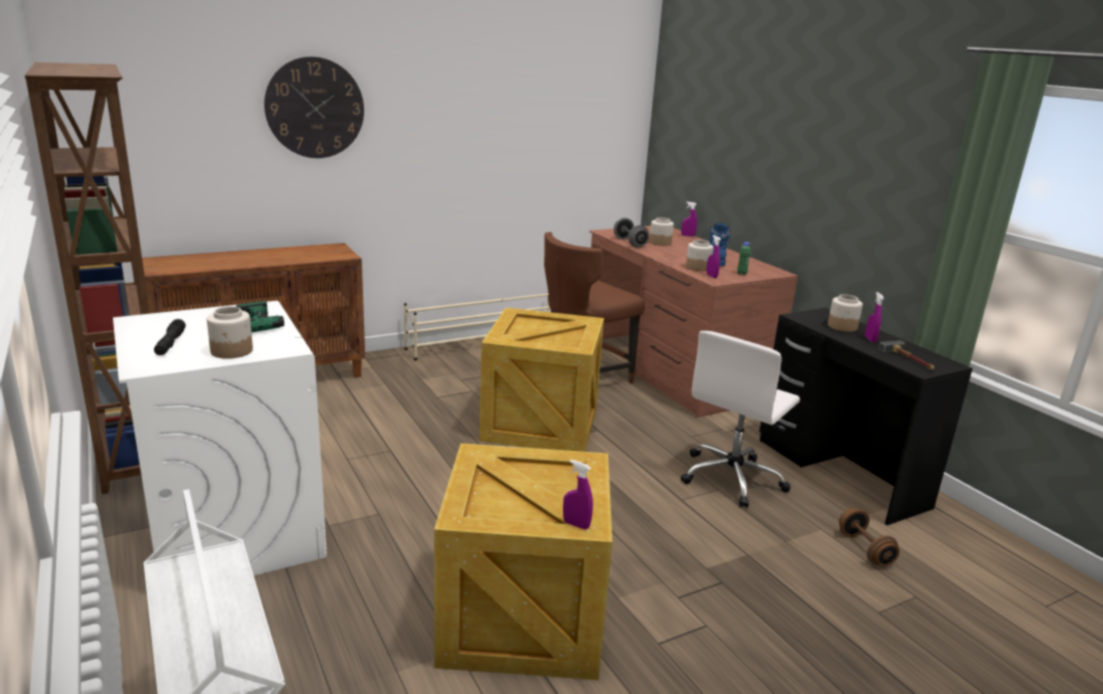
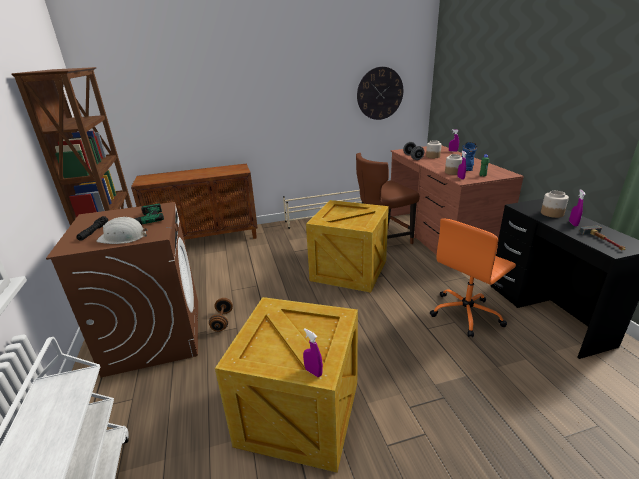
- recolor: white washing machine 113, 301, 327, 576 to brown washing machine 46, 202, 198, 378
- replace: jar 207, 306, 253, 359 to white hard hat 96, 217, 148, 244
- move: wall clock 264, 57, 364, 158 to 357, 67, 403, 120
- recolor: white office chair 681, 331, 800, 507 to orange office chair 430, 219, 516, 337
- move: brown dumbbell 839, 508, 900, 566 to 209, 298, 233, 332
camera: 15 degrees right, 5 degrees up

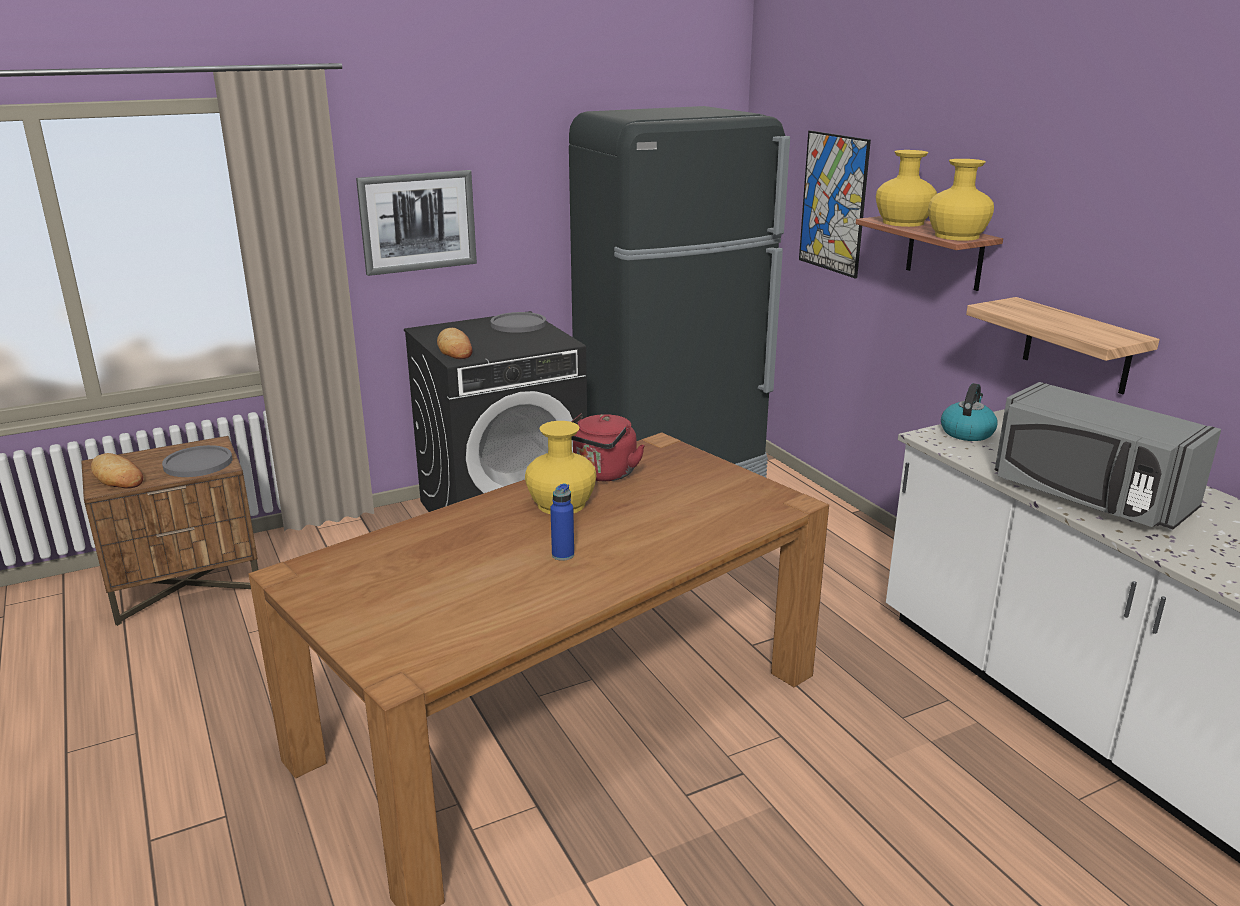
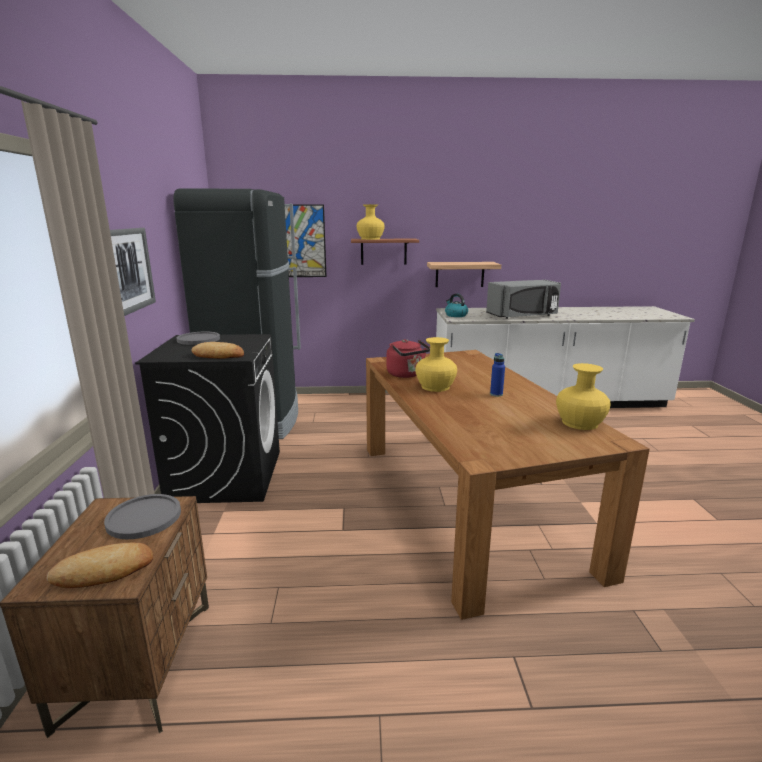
- move: yellow vase 928, 159, 994, 241 to 556, 363, 610, 430
camera: 65 degrees left, 5 degrees down

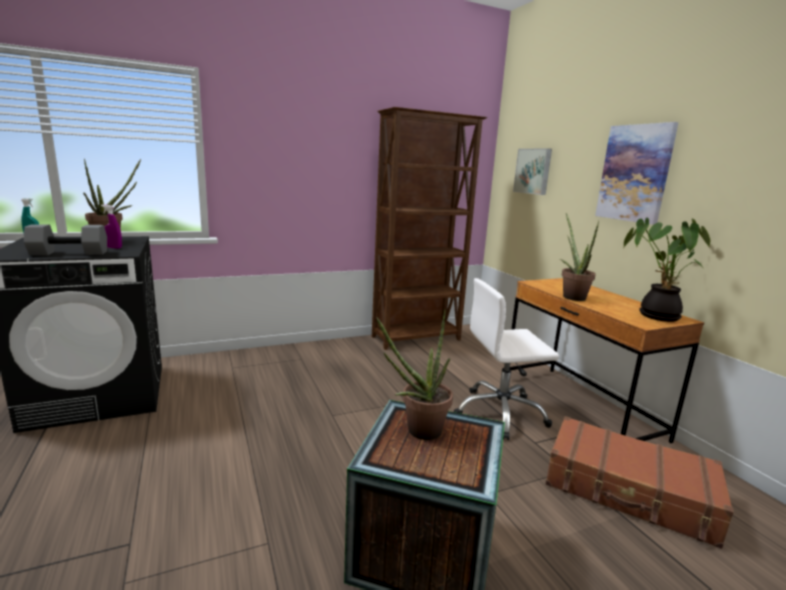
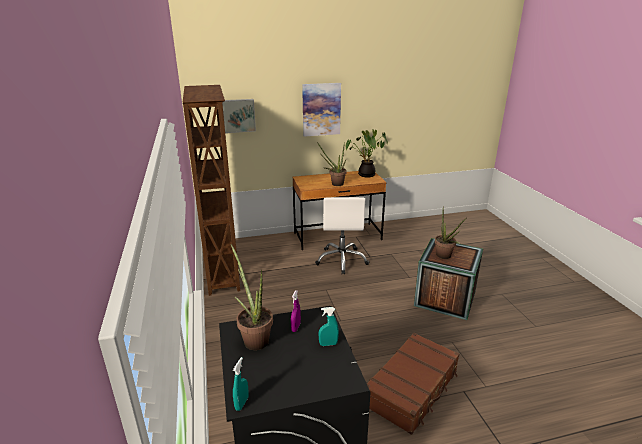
- replace: grey dumbbell 24, 224, 107, 256 to turquoise spray bottle 318, 307, 339, 346
- move: brown suitcase 545, 416, 734, 549 to 367, 332, 459, 435
camera: 80 degrees left, 10 degrees up

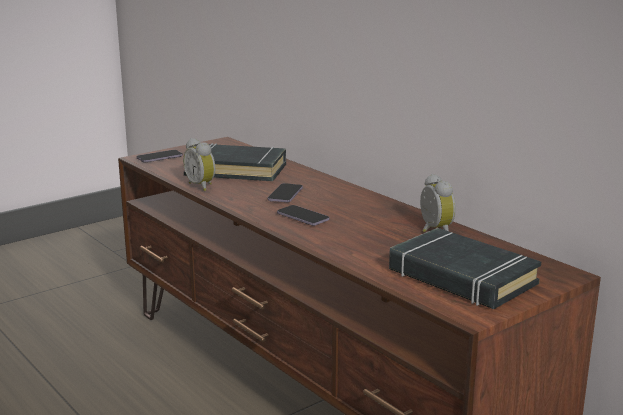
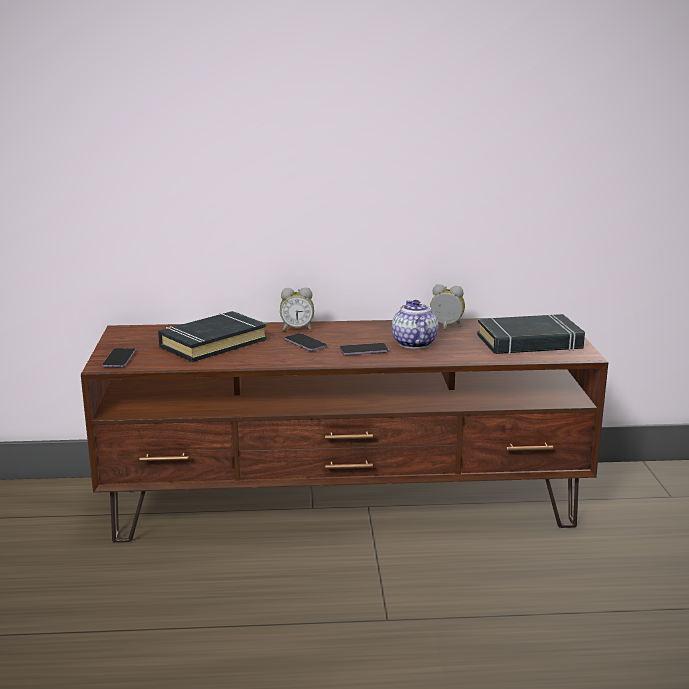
- move: alarm clock 183, 138, 215, 191 to 280, 288, 314, 331
- insert: teapot 392, 300, 439, 349
camera: 55 degrees left, 0 degrees up

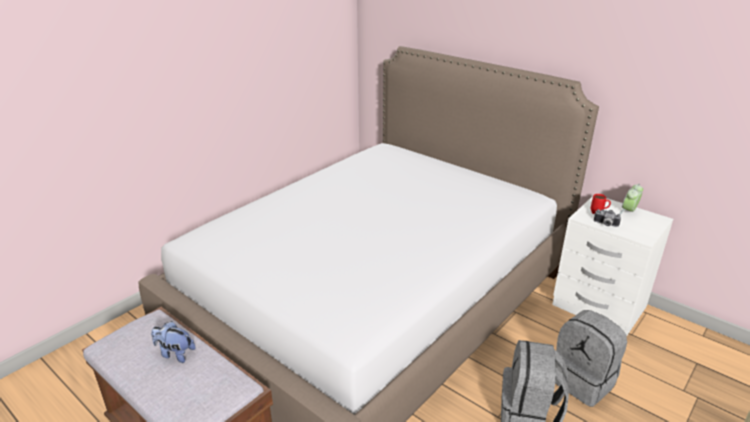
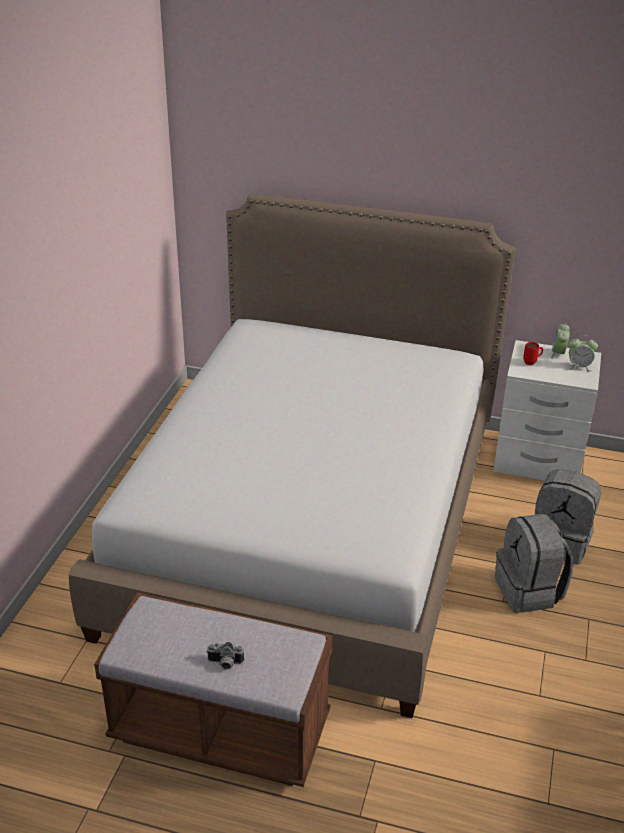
- delete: plush toy 151, 321, 196, 363
- move: photo camera 594, 209, 621, 227 to 206, 642, 244, 669
- insert: alarm clock 568, 335, 598, 372
camera: 25 degrees left, 5 degrees up

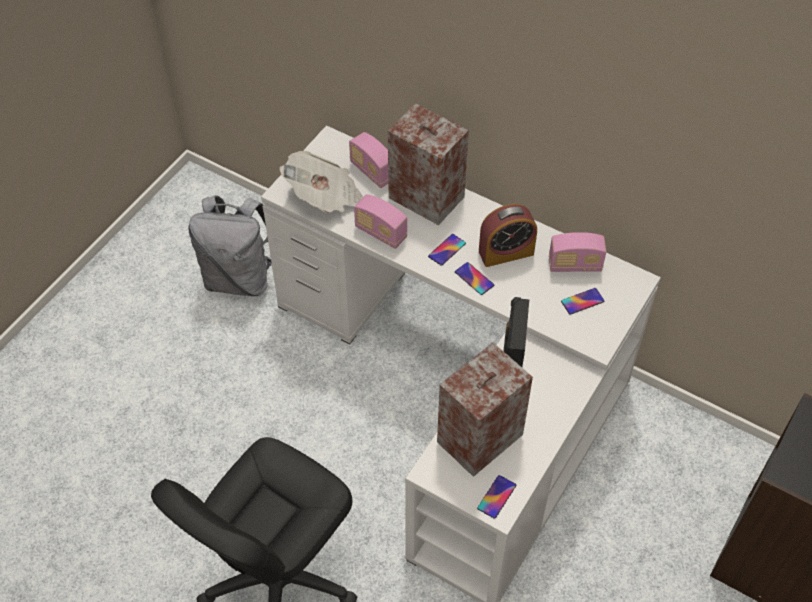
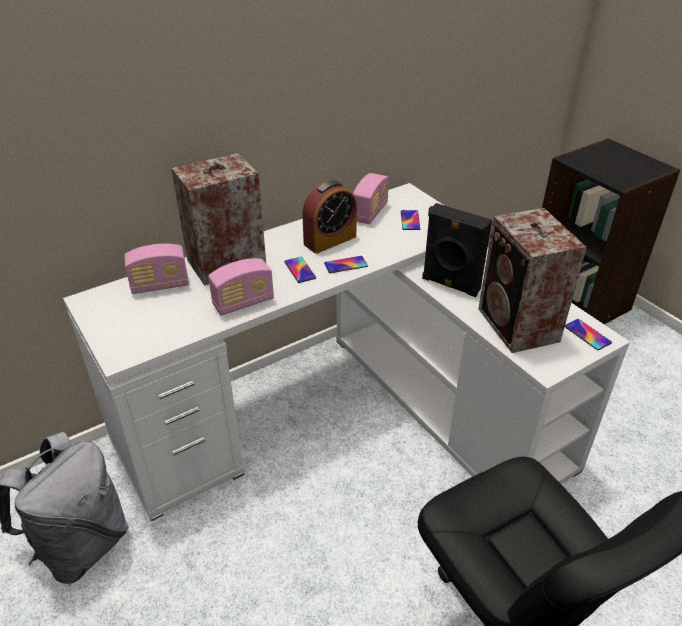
- delete: newspaper 279, 151, 363, 213
- rotate: alarm clock 479, 204, 537, 267 = 302, 180, 357, 254 45 degrees clockwise
camera: 65 degrees left, 15 degrees down

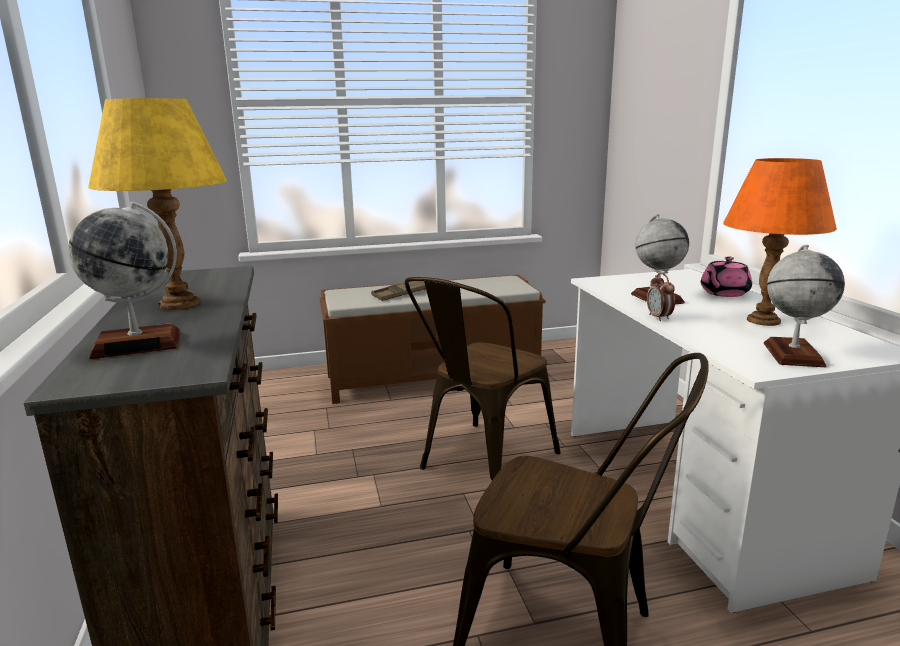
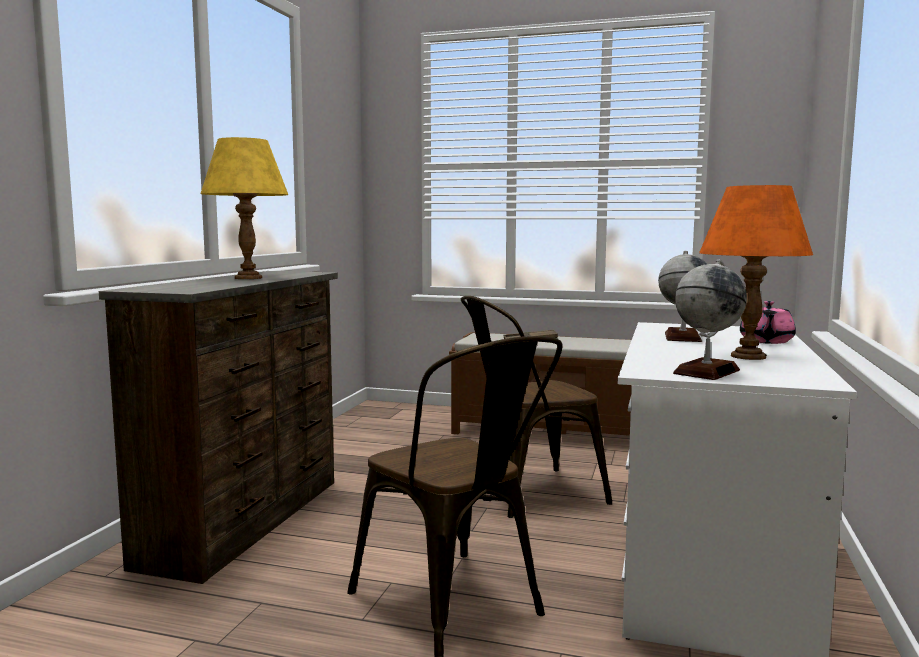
- delete: globe 68, 201, 181, 359
- delete: alarm clock 647, 273, 675, 321
- rotate: pink teapot 701, 256, 752, 297 = 740, 301, 796, 344 60 degrees counterclockwise
camera: 30 degrees right, 10 degrees down

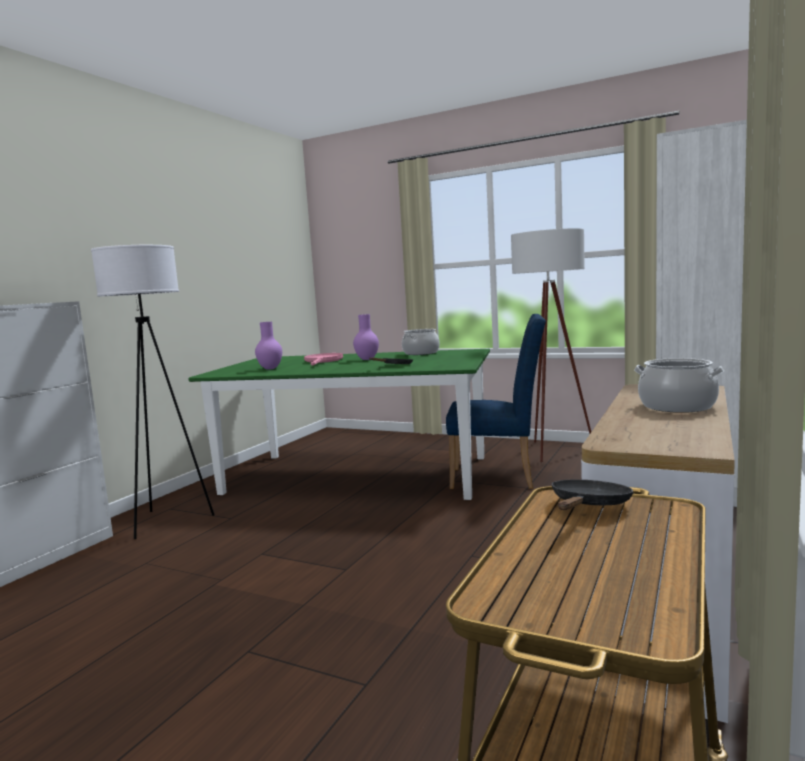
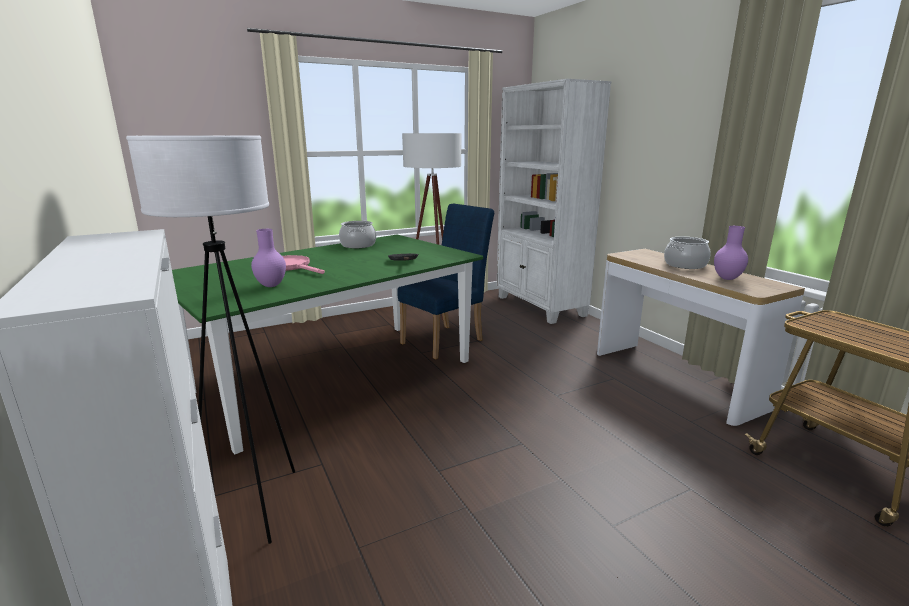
- move: purple vase 353, 314, 379, 360 to 714, 226, 748, 280
- delete: black frying pan 552, 480, 634, 510
camera: 55 degrees left, 10 degrees up

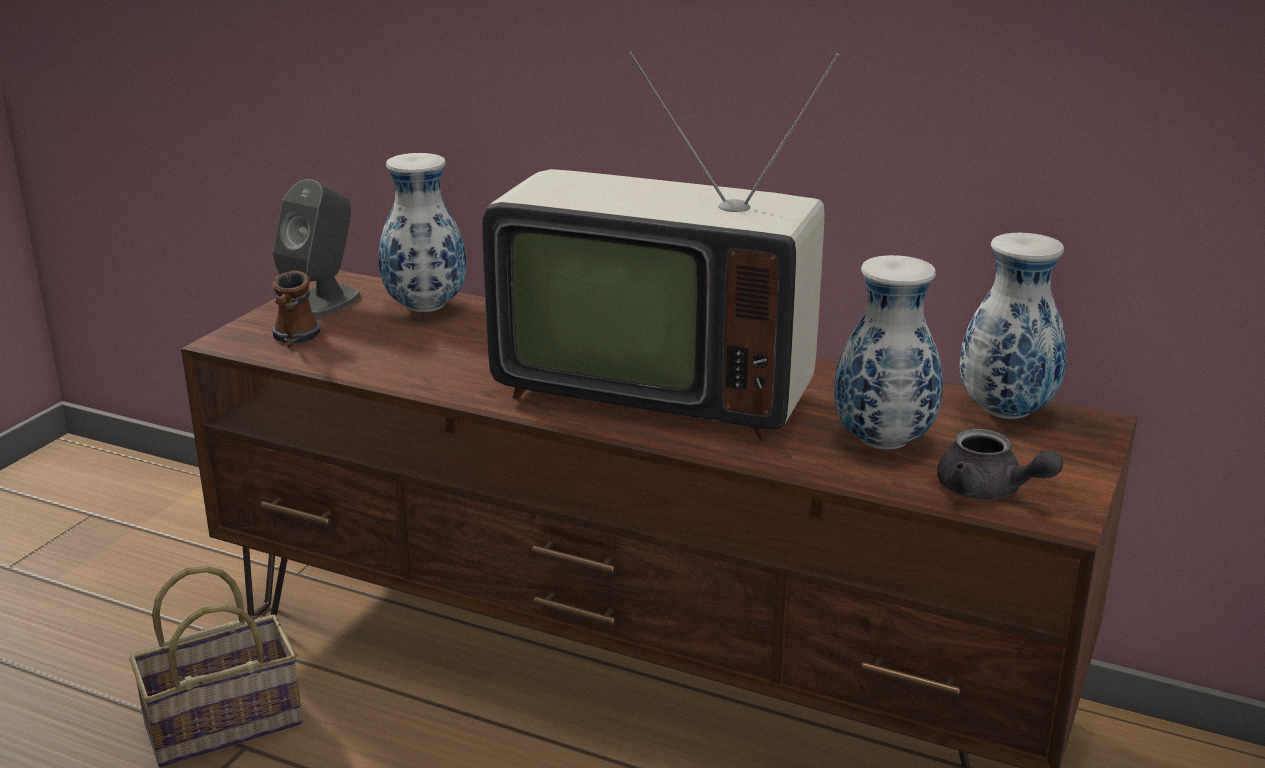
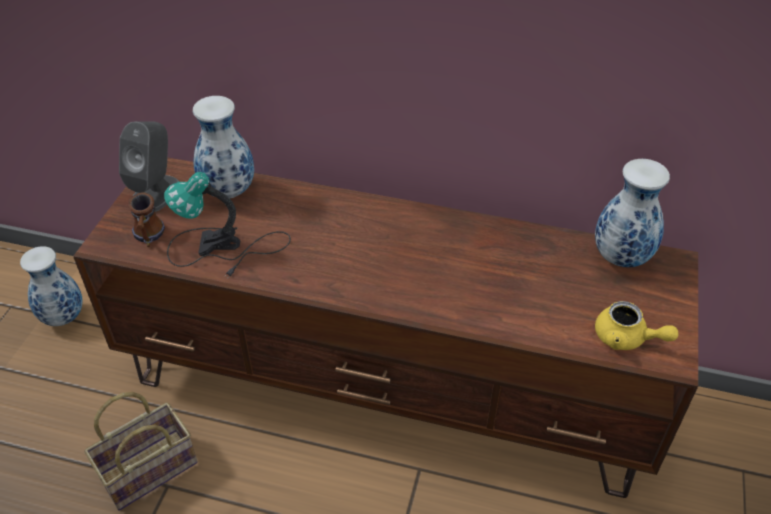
- delete: television 482, 51, 840, 440
- move: vase 834, 255, 943, 450 to 20, 246, 82, 326
- recolor: grey teapot 937, 429, 1063, 500 to yellow teapot 595, 301, 678, 350
- insert: table lamp 164, 172, 291, 276
camera: 10 degrees left, 20 degrees up

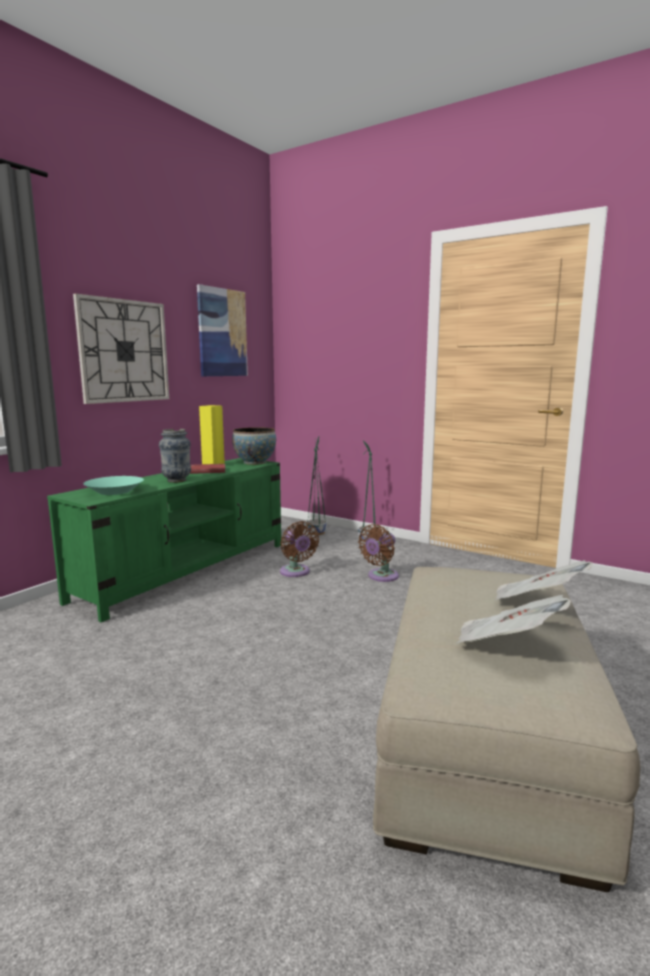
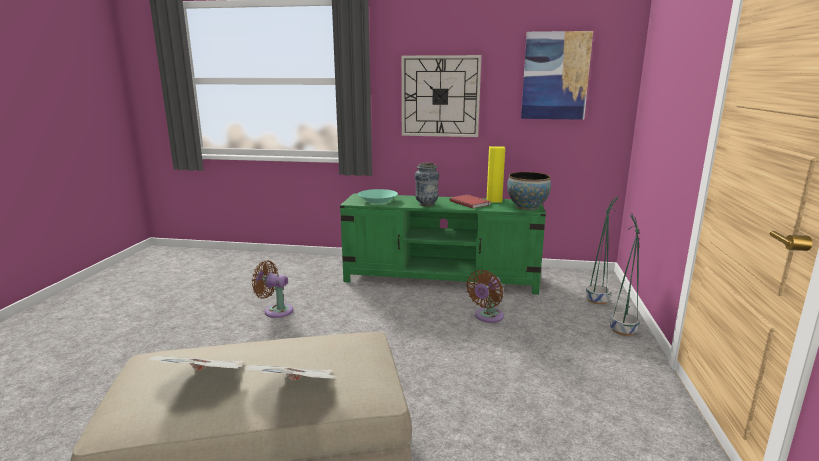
- move: brown fan 358, 524, 399, 582 to 252, 260, 293, 318
camera: 65 degrees right, 5 degrees up

